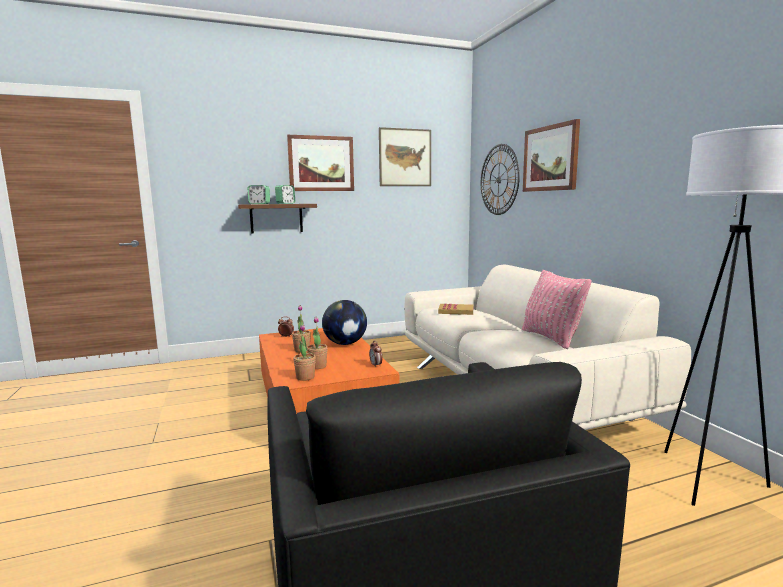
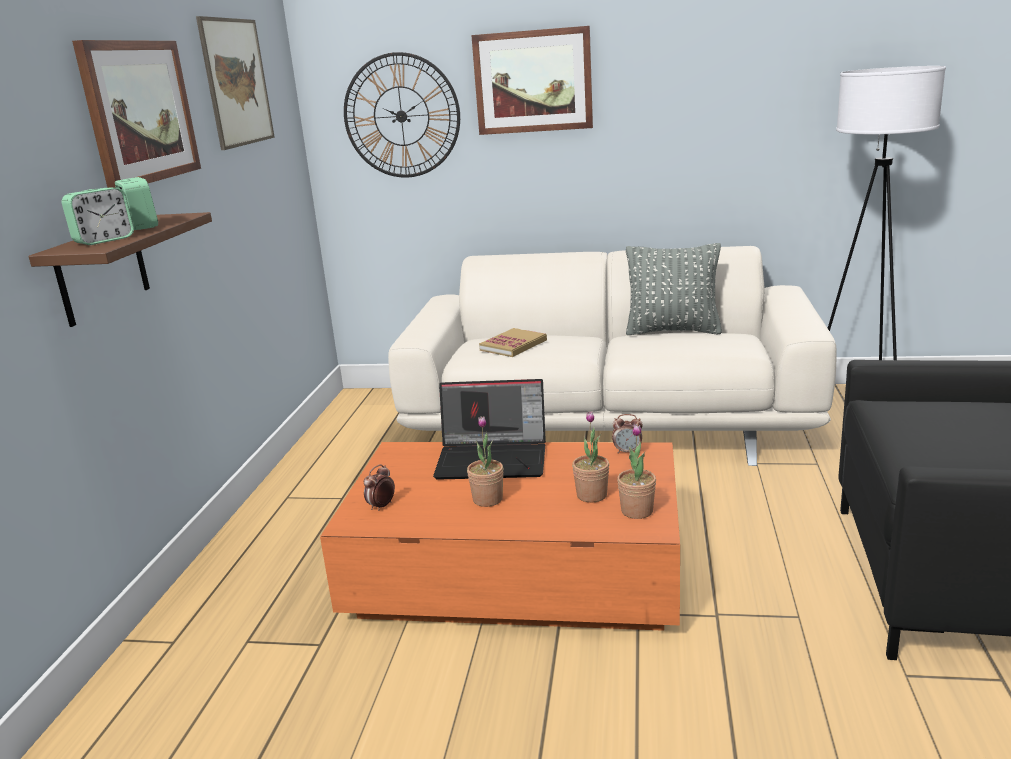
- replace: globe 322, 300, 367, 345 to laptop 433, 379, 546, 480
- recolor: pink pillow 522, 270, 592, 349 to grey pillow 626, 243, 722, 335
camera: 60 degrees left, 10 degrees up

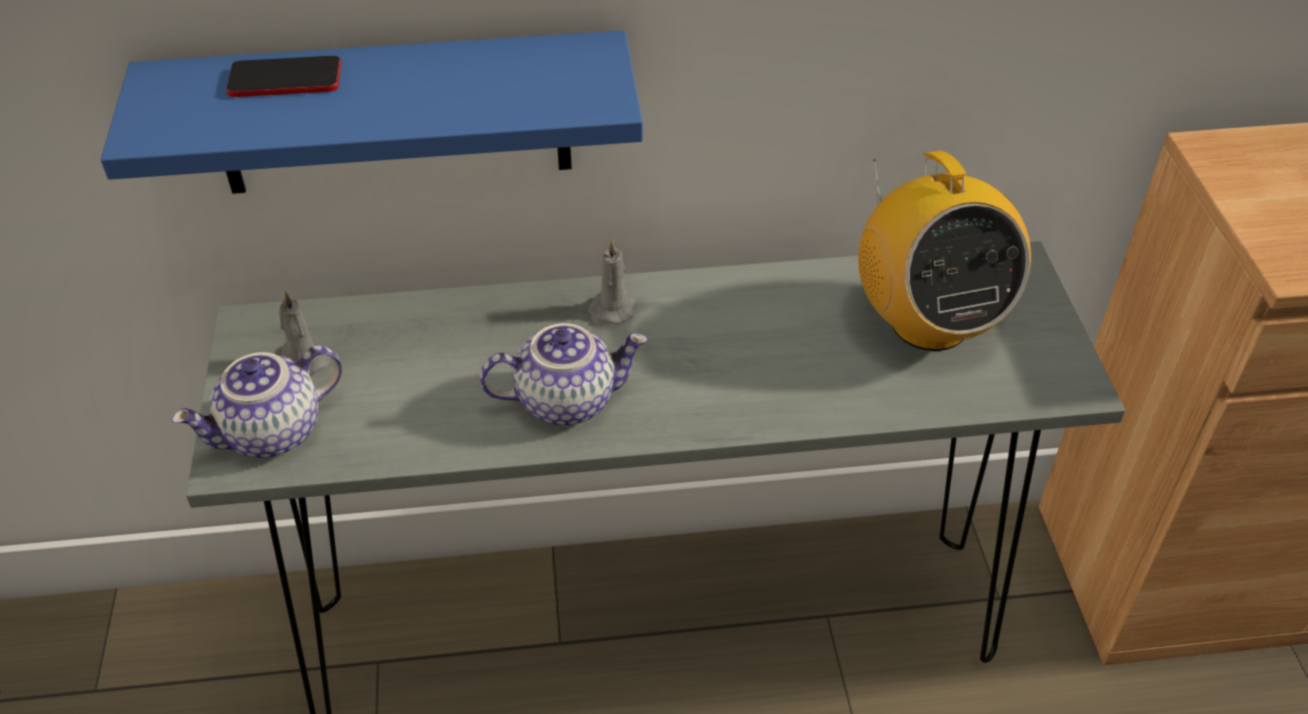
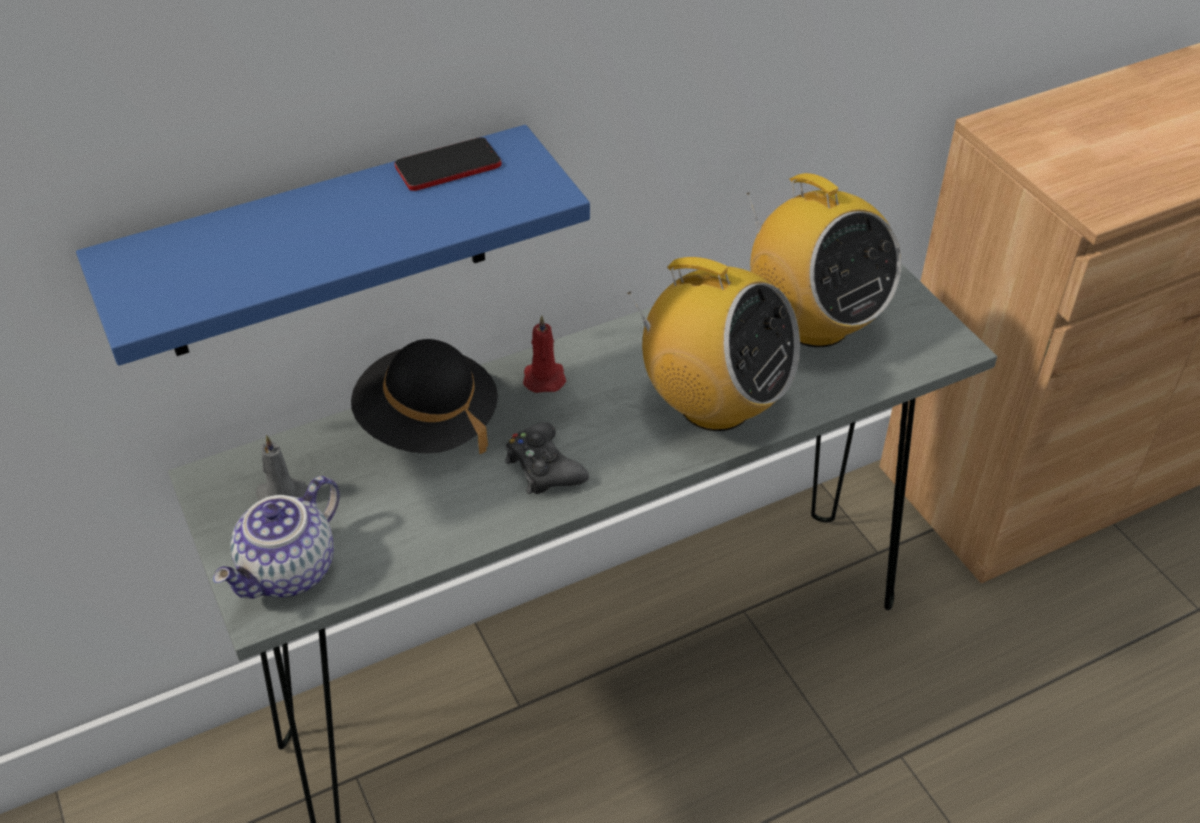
- move: phone 226, 56, 341, 97 to 395, 137, 501, 191
- replace: teapot 480, 323, 648, 426 to black game controller 505, 422, 589, 494
- recolor: grey candle 589, 240, 637, 325 to red candle 523, 315, 566, 393
- insert: black hat 351, 339, 498, 454
- insert: radio 628, 257, 800, 431
camera: 20 degrees left, 0 degrees up

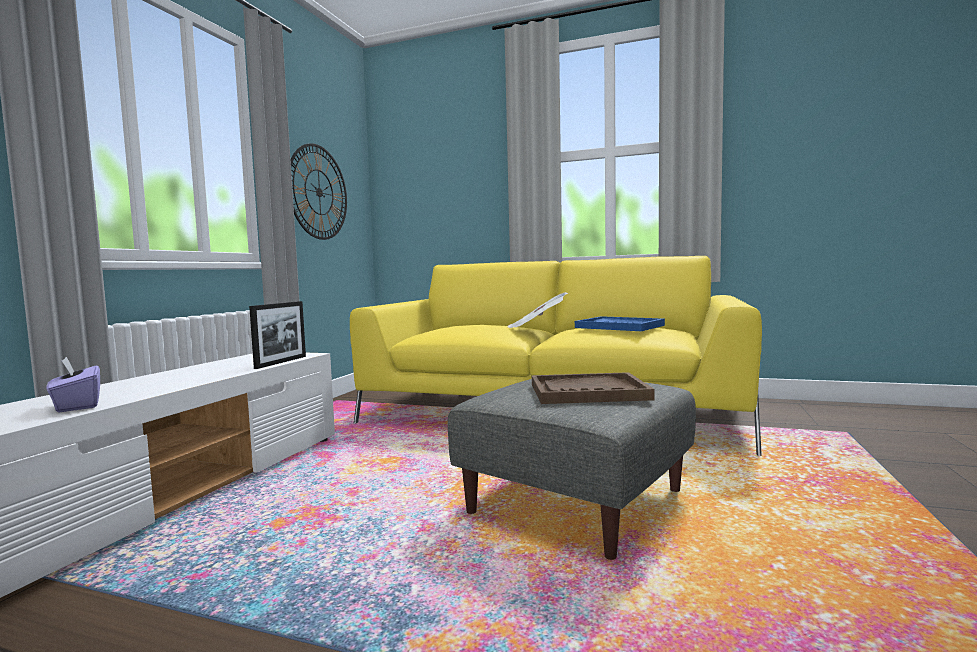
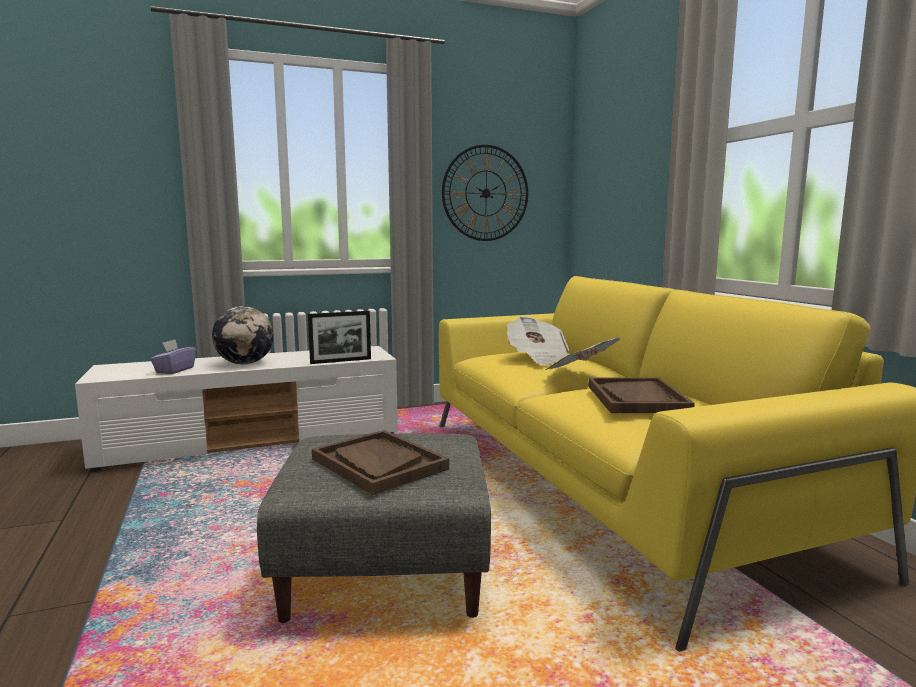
- recolor: blue tray 575, 316, 665, 331 to brown tray 588, 377, 695, 413
- insert: globe 212, 306, 274, 365
- insert: newspaper 507, 316, 569, 365
camera: 50 degrees right, 5 degrees up

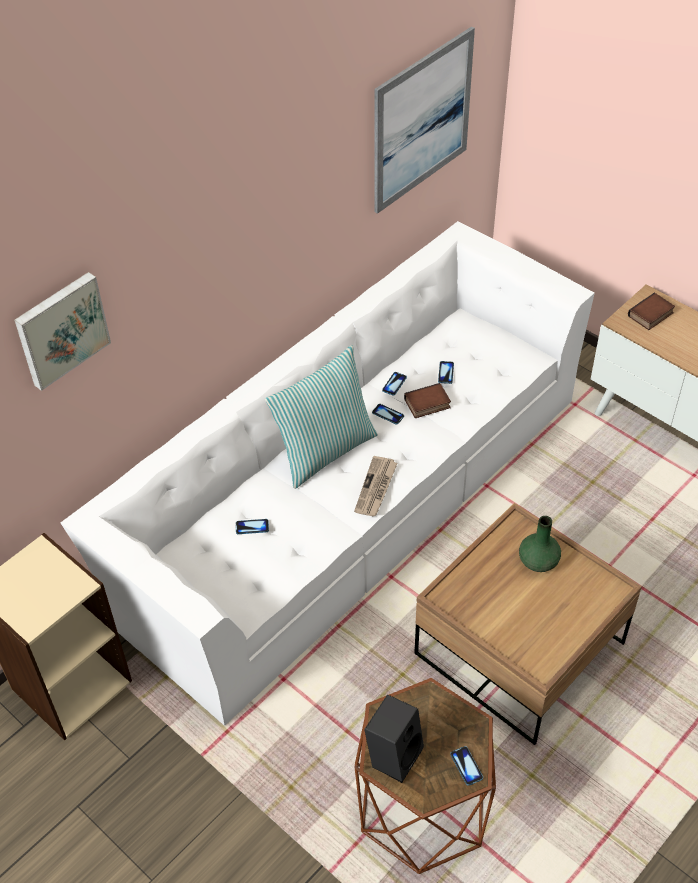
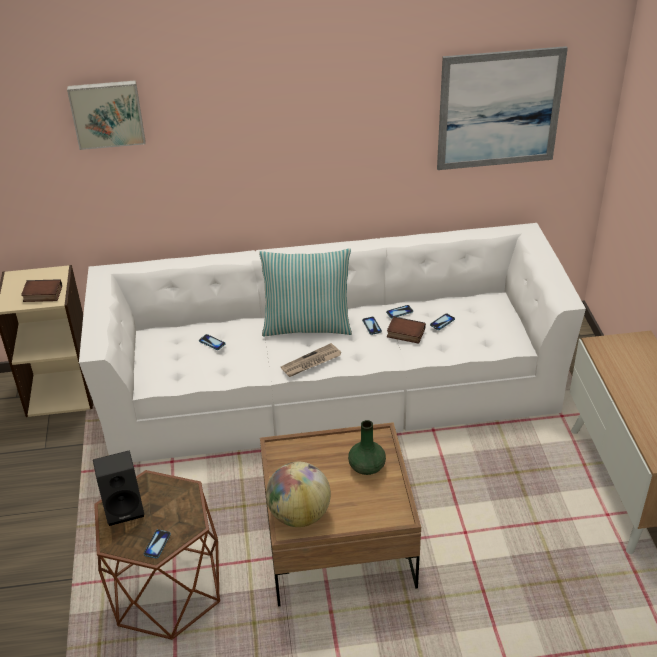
- move: book 628, 293, 675, 330 to 21, 279, 62, 302
- insert: globe 266, 462, 331, 527
camera: 40 degrees right, 10 degrees down

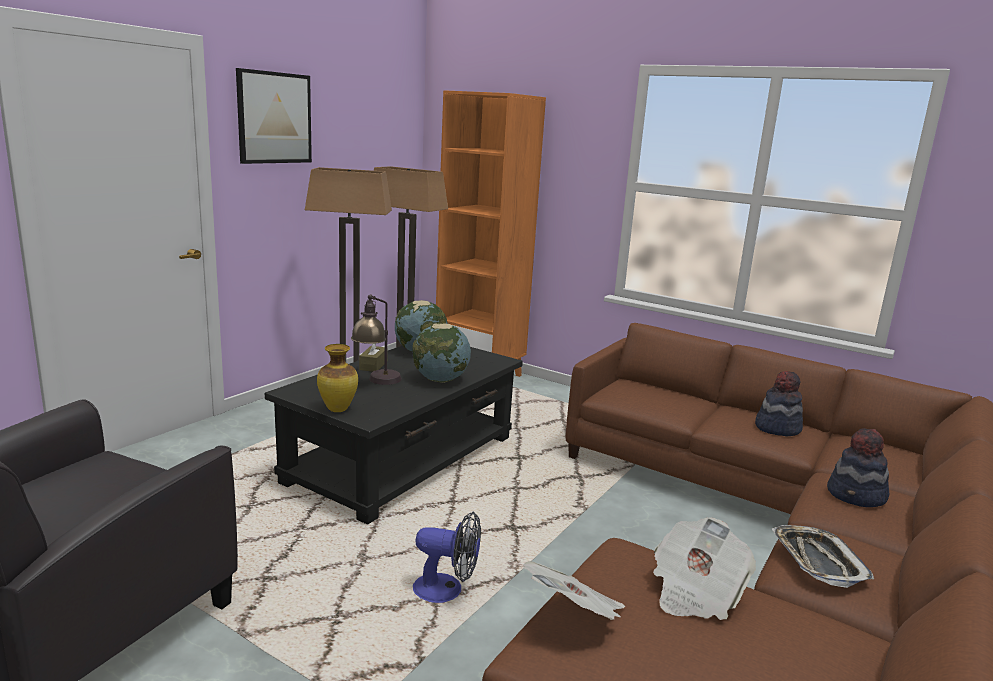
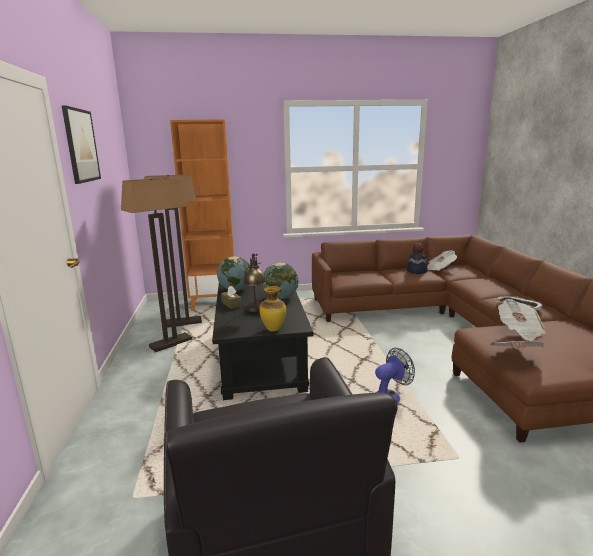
- delete: hat 827, 428, 889, 507
- insert: newspaper 427, 250, 457, 271
camera: 40 degrees left, 0 degrees up

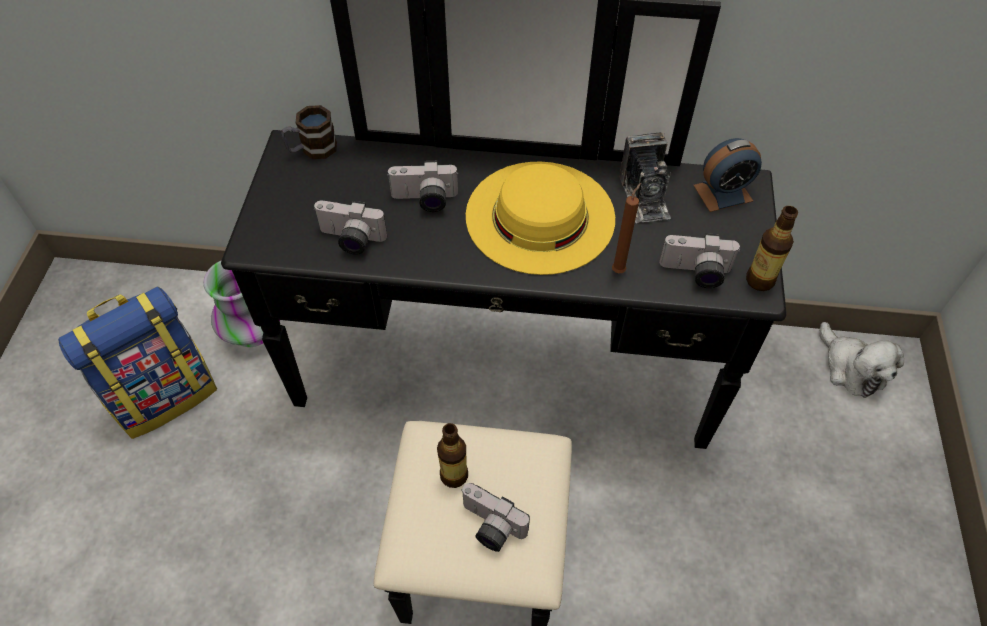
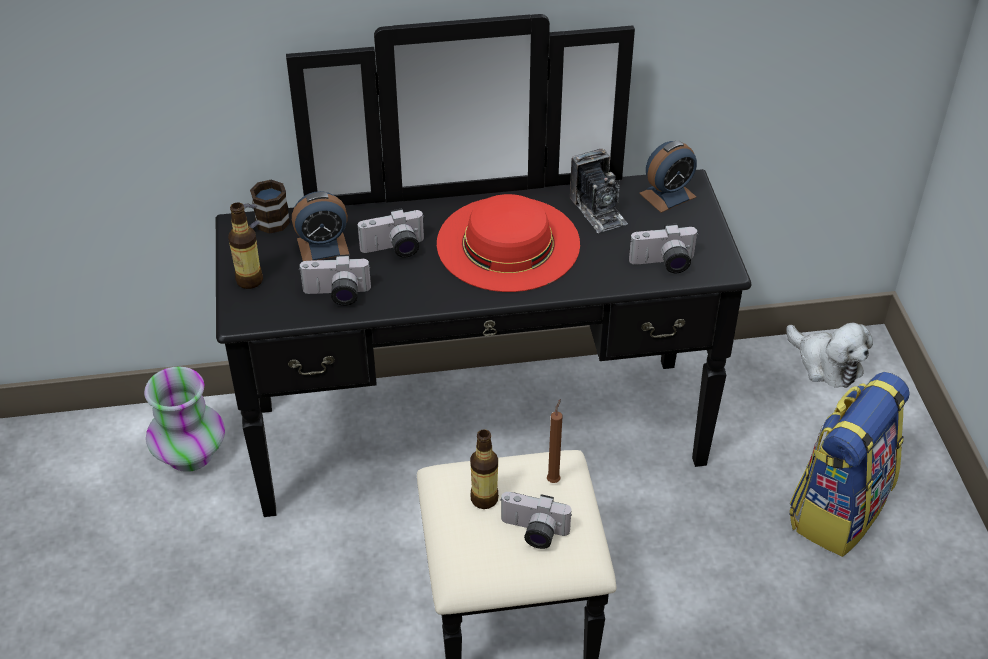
- move: backpack 58, 286, 217, 439 to 789, 372, 910, 557
- recolor: yellow hat 466, 162, 615, 275 to red hat 437, 194, 580, 292
- move: brown candle 612, 183, 641, 273 to 547, 399, 563, 483
- move: bottle 746, 206, 798, 291 to 228, 202, 263, 289
- insert: alarm clock 292, 191, 349, 261
camera: 15 degrees left, 10 degrees down

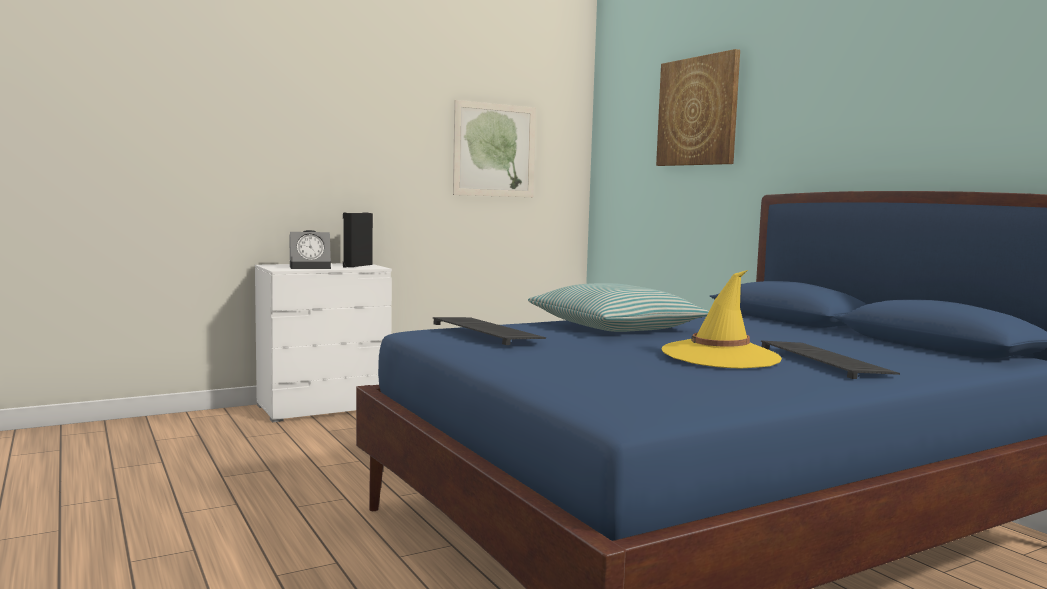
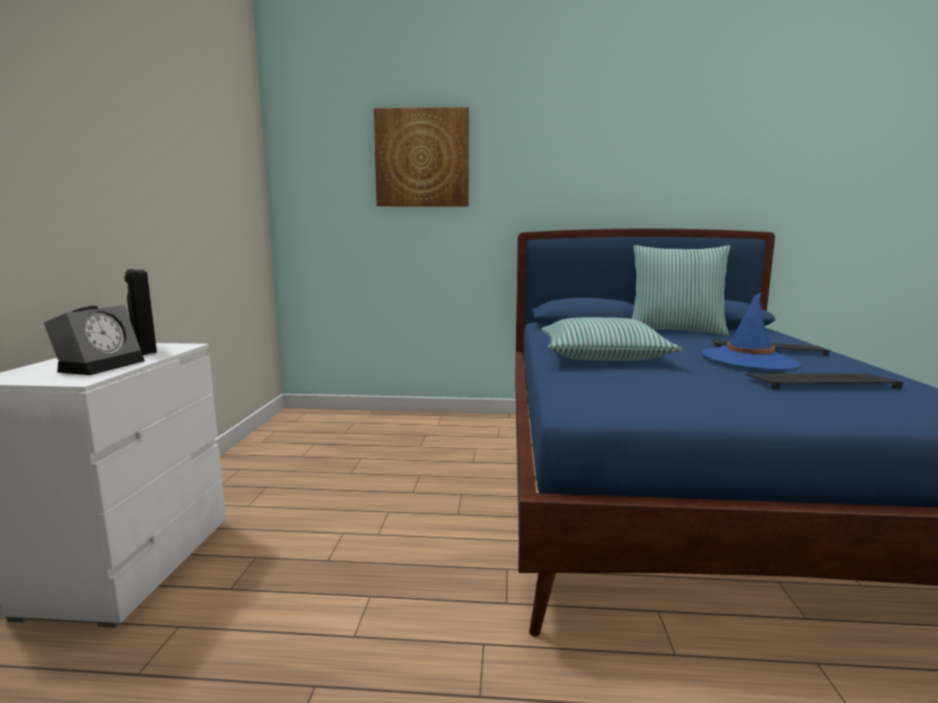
- move: keyboard 433, 317, 546, 345 to 745, 374, 903, 389
- delete: picture 453, 100, 536, 197
- recolor: yellow hat 662, 270, 782, 369 to blue hat 701, 293, 801, 370
- insert: pillow 632, 245, 730, 336
camera: 55 degrees left, 5 degrees up

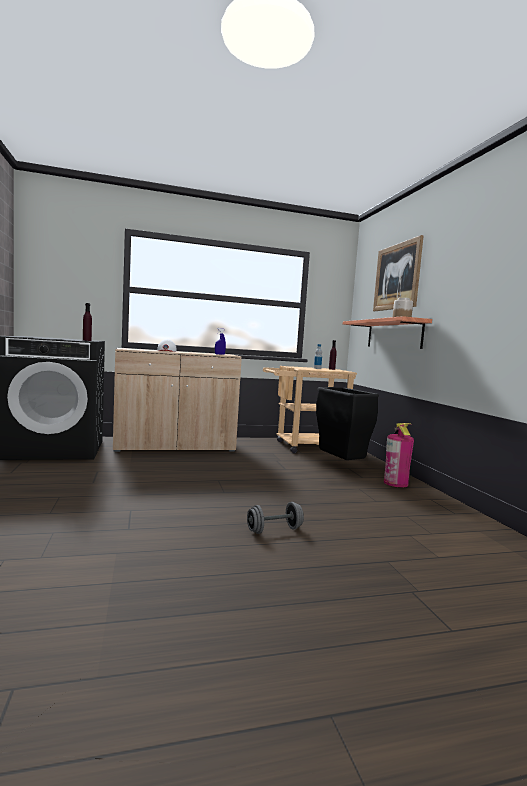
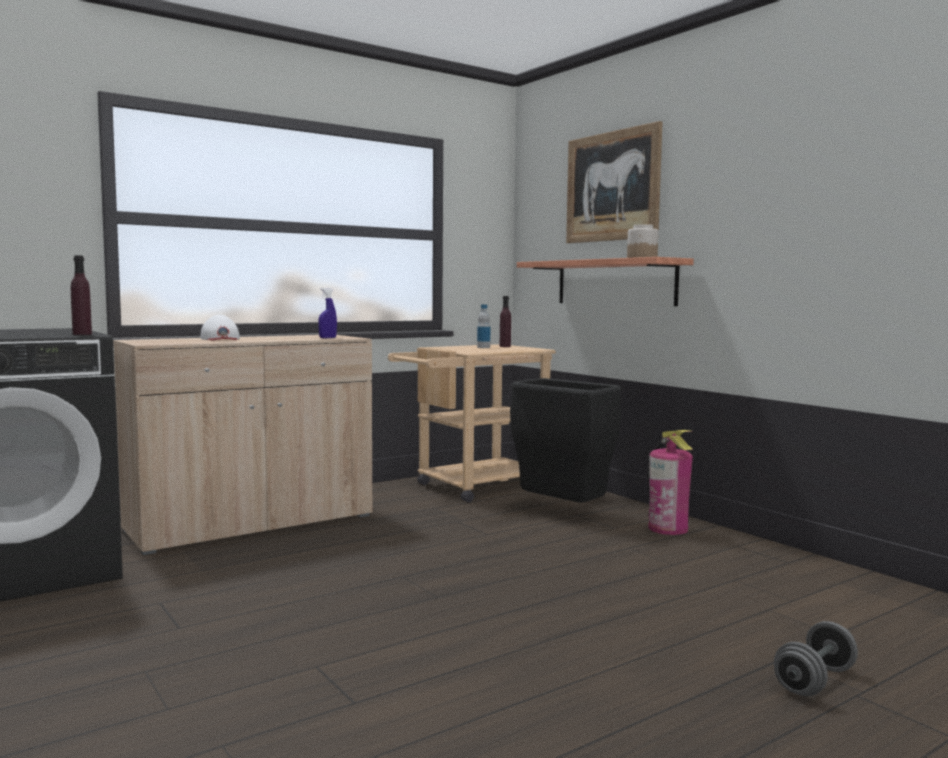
- move: grey dumbbell 247, 502, 304, 534 to 774, 621, 858, 696
camera: 20 degrees left, 0 degrees up

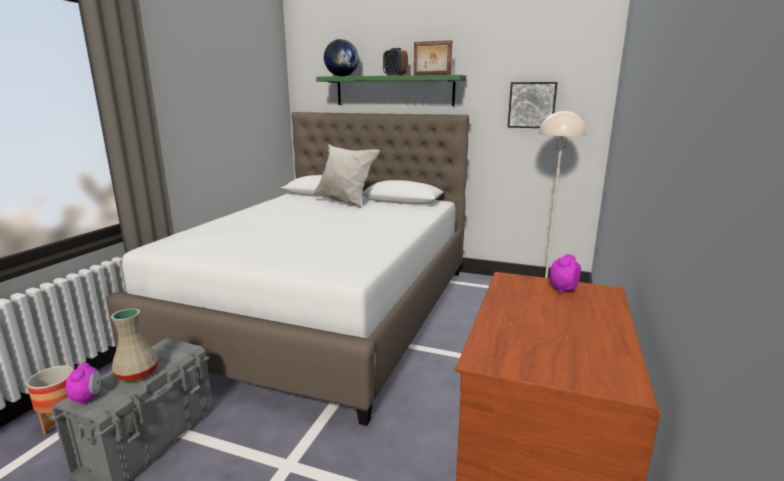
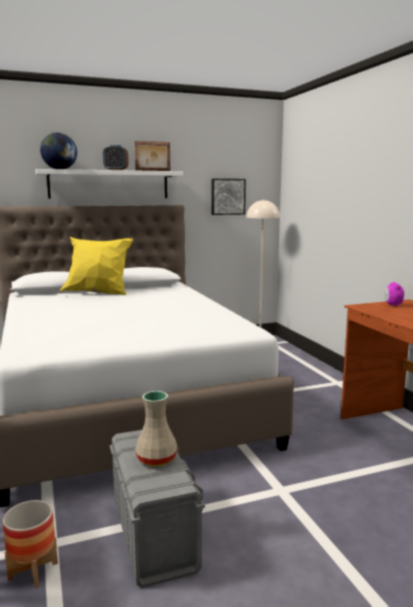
- delete: alarm clock 66, 363, 101, 405
- recolor: white pillow 311, 144, 380, 208 to yellow pillow 60, 237, 133, 295
- recolor: green shelf 316, 75, 466, 106 to white shelf 35, 169, 183, 198
camera: 40 degrees left, 5 degrees down

